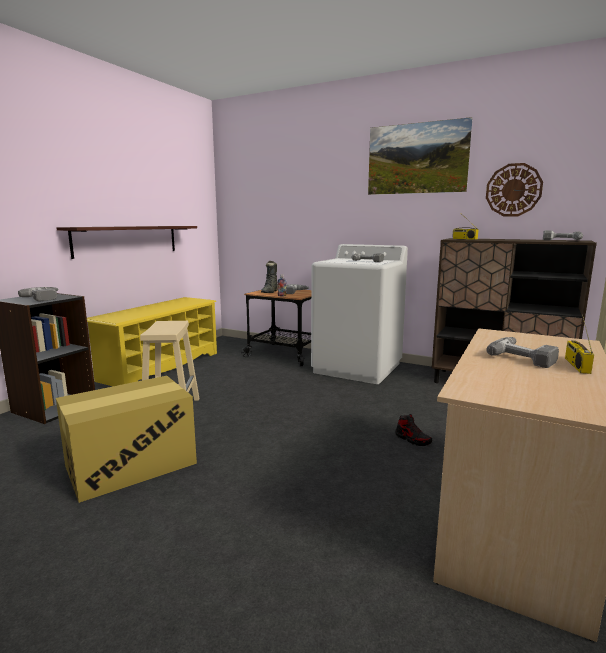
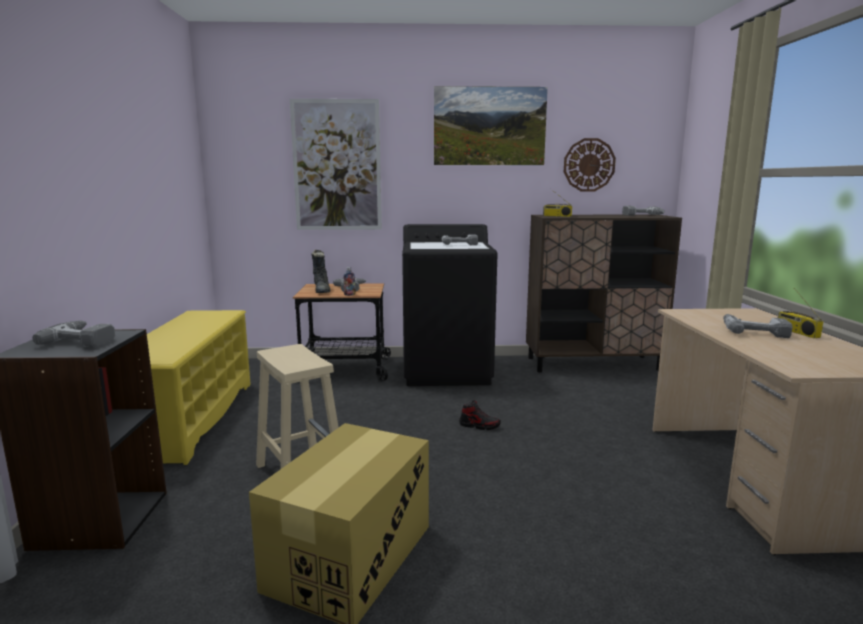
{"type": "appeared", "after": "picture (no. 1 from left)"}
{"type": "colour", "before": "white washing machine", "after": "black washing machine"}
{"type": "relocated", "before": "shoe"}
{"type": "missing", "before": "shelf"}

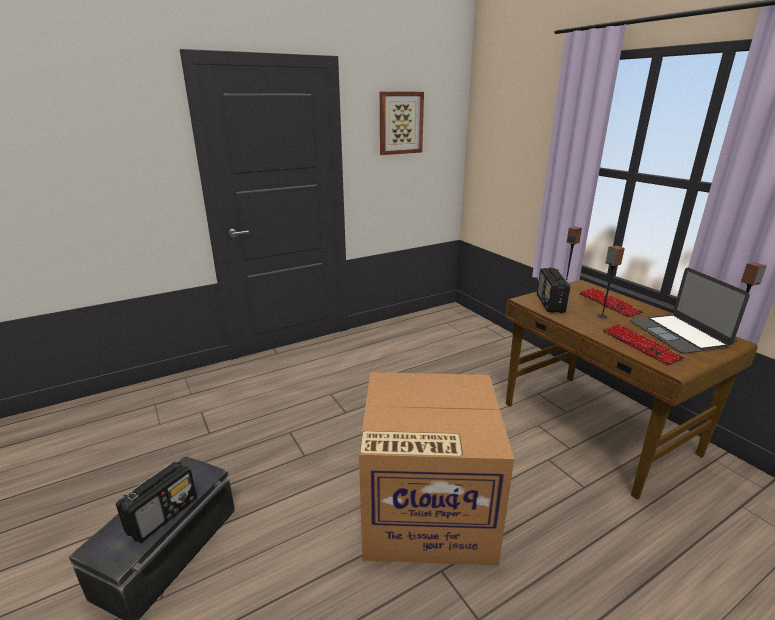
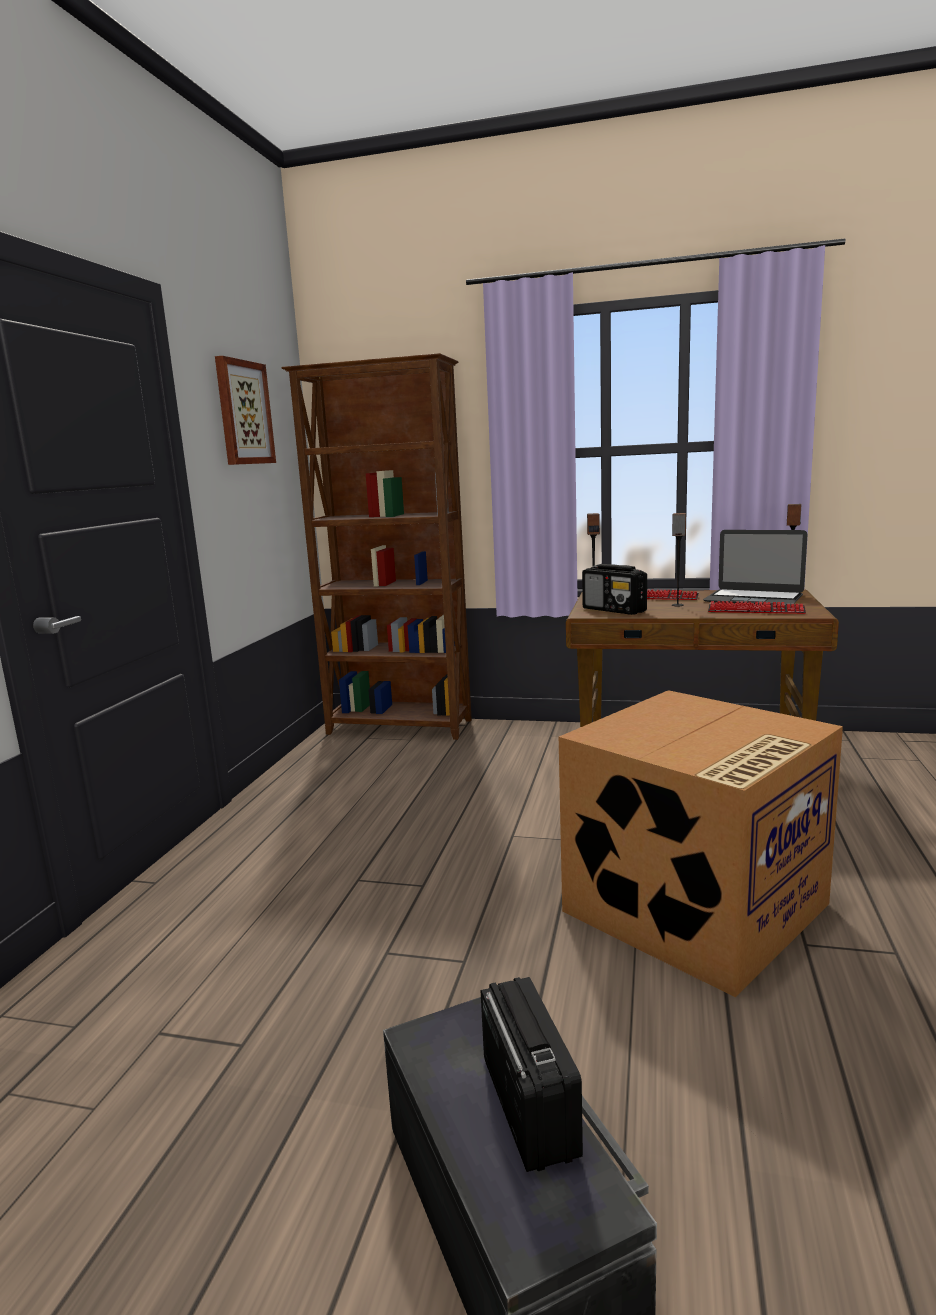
{"type": "appeared", "after": "brown bookcase"}

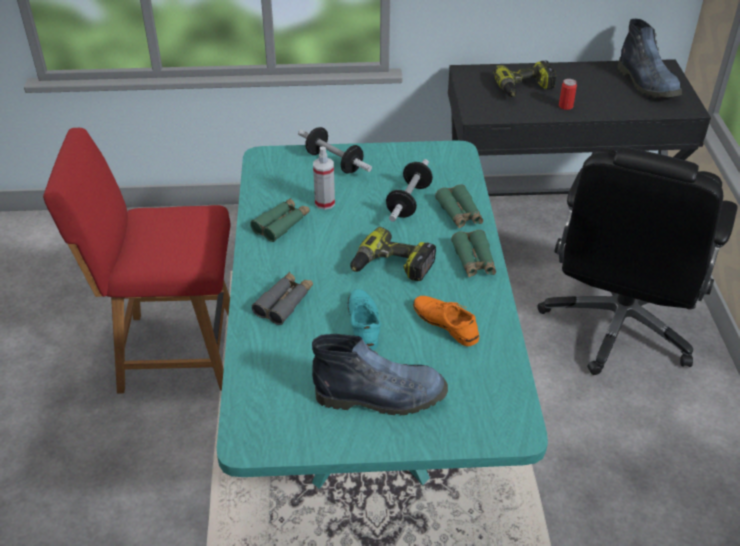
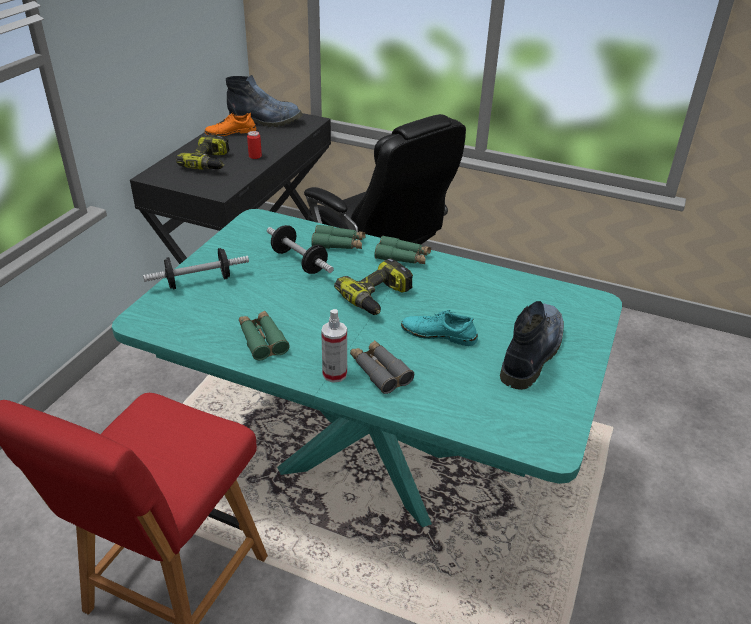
{"type": "relocated", "before": "orange shoe"}
{"type": "relocated", "before": "spray bottle"}

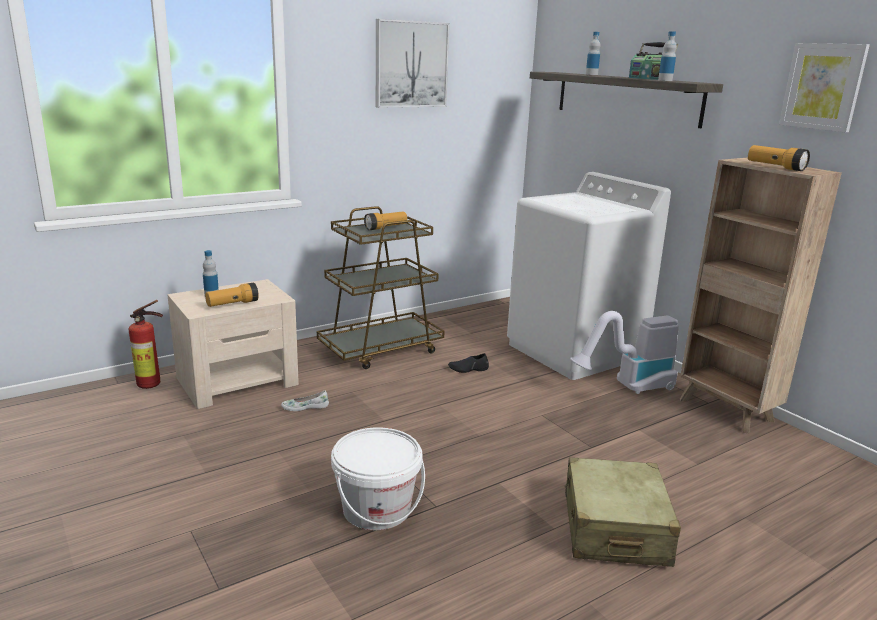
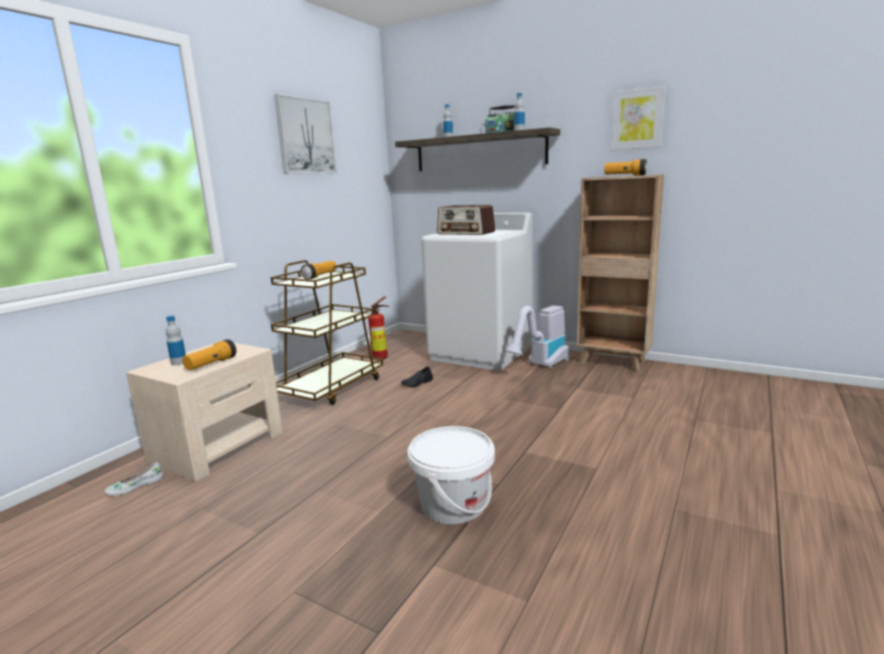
{"type": "relocated", "before": "white shoe"}
{"type": "relocated", "before": "fire extinguisher"}
{"type": "appeared", "after": "radio (no. 1 from left)"}
{"type": "missing", "before": "beige suitcase"}

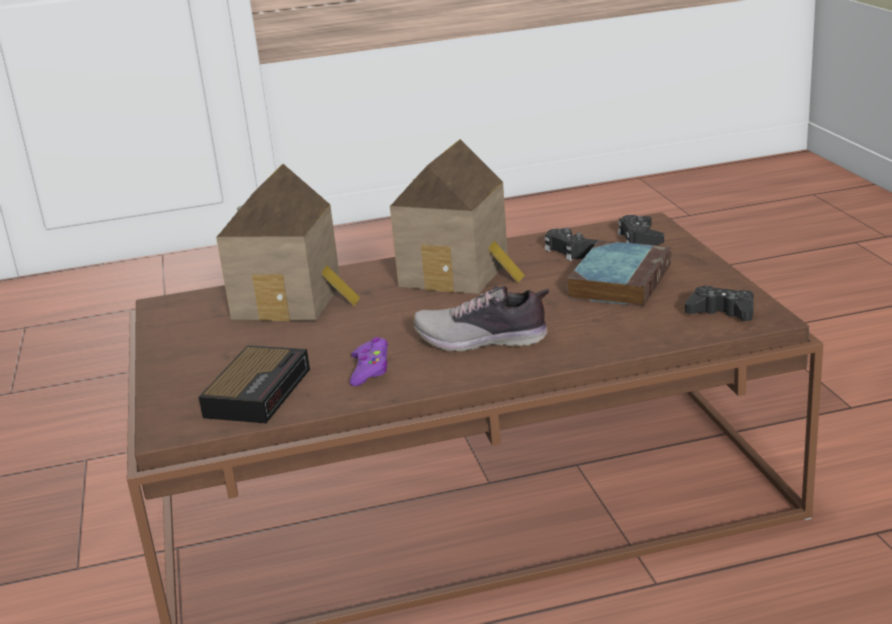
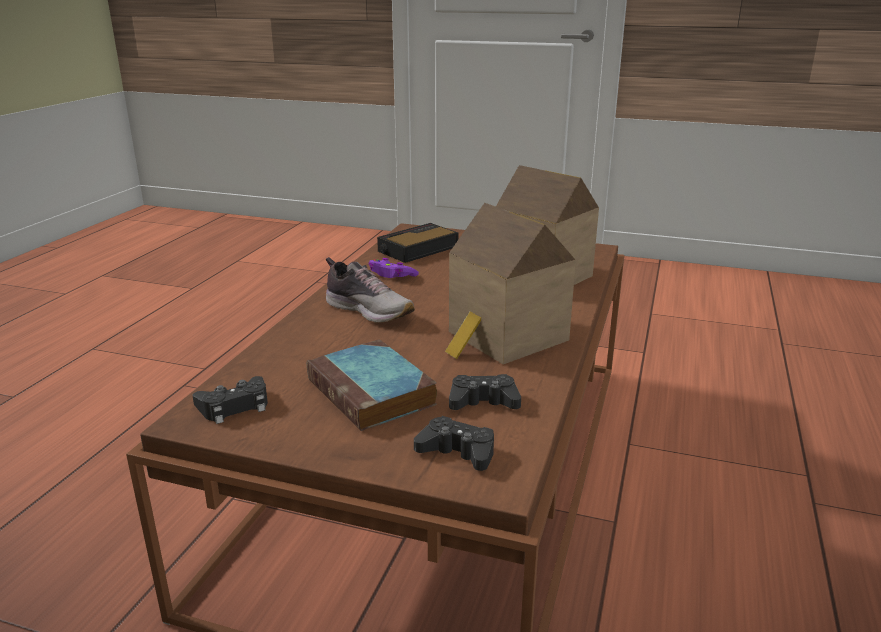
{"type": "spun", "before": "shoe", "turn": 90}
{"type": "spun", "before": "alarm clock", "turn": 90}

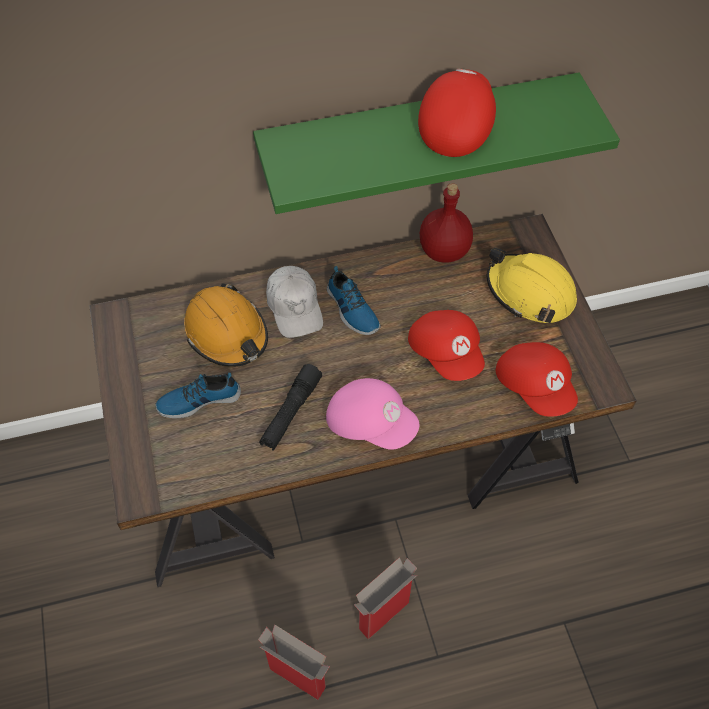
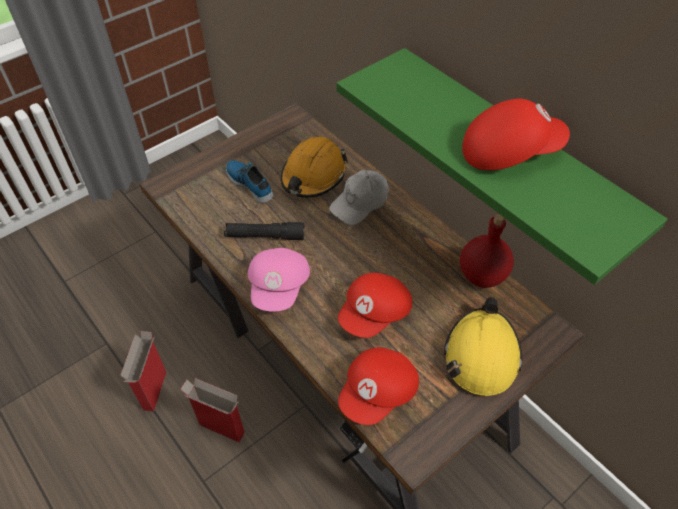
{"type": "missing", "before": "shoe (no. 2 from left)"}

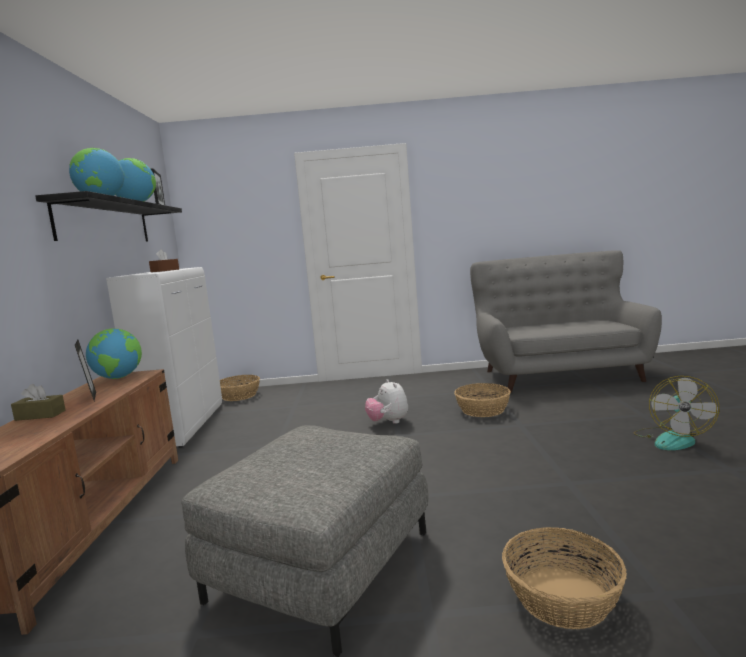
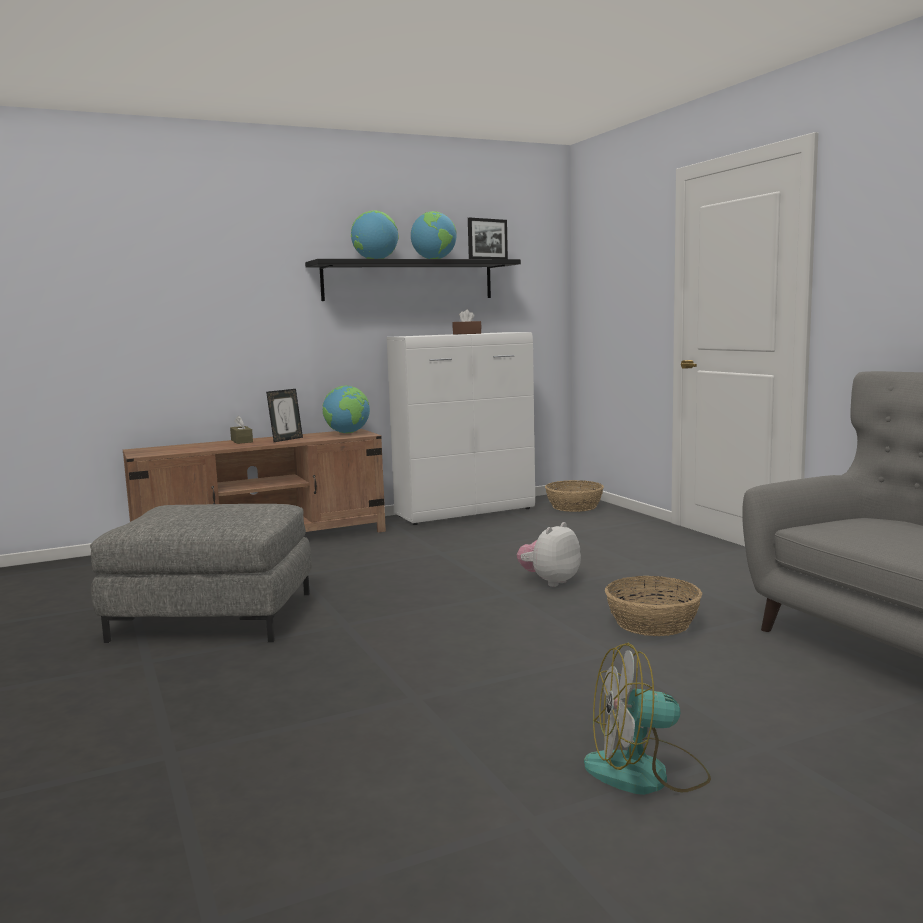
{"type": "missing", "before": "basket (no. 3 from left)"}

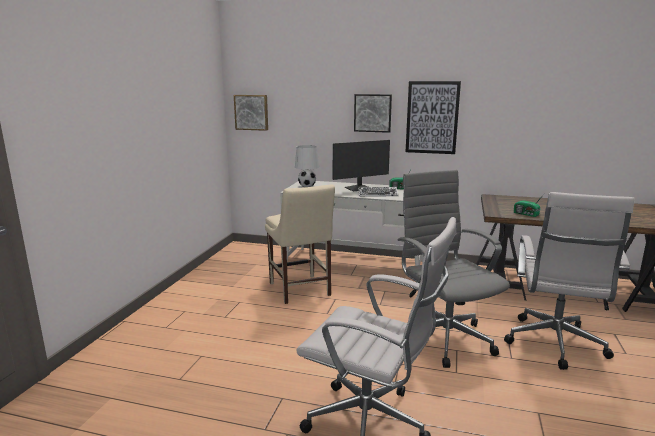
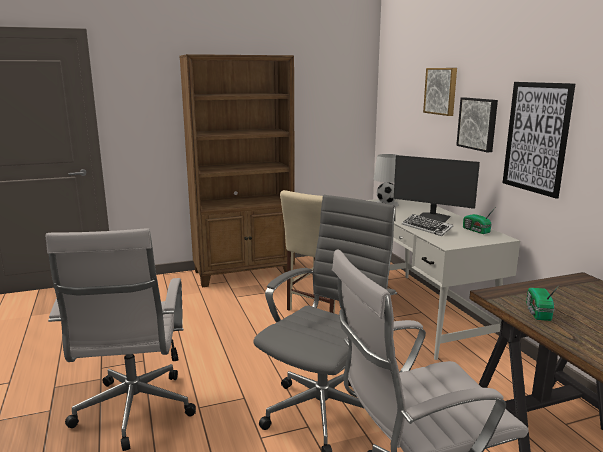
{"type": "appeared", "after": "brown bookcase"}
{"type": "relocated", "before": "picture (no. 1 from left)"}

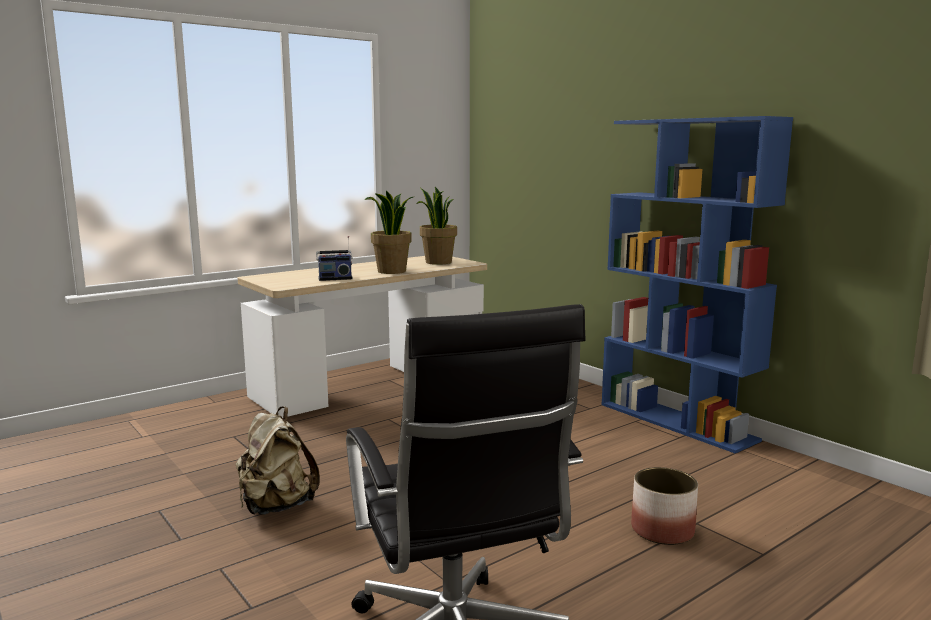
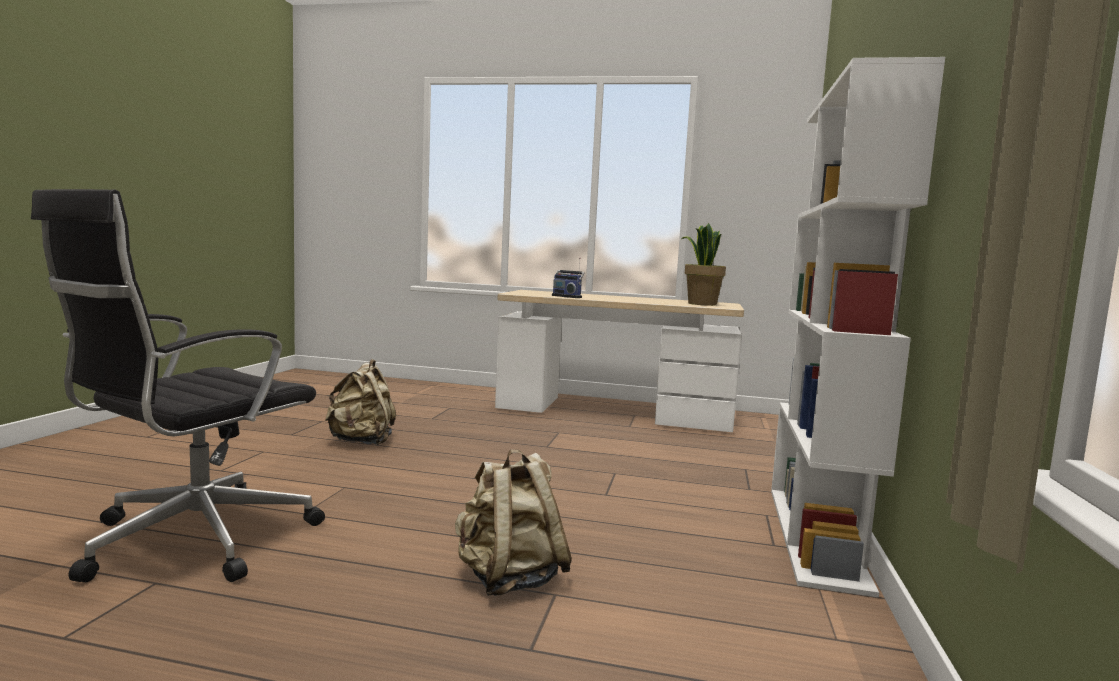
{"type": "exchanged", "before": "planter", "after": "beige backpack (no. 2 from left)"}
{"type": "colour", "before": "blue bookcase", "after": "white bookcase"}
{"type": "missing", "before": "potted plant (no. 1 from left)"}

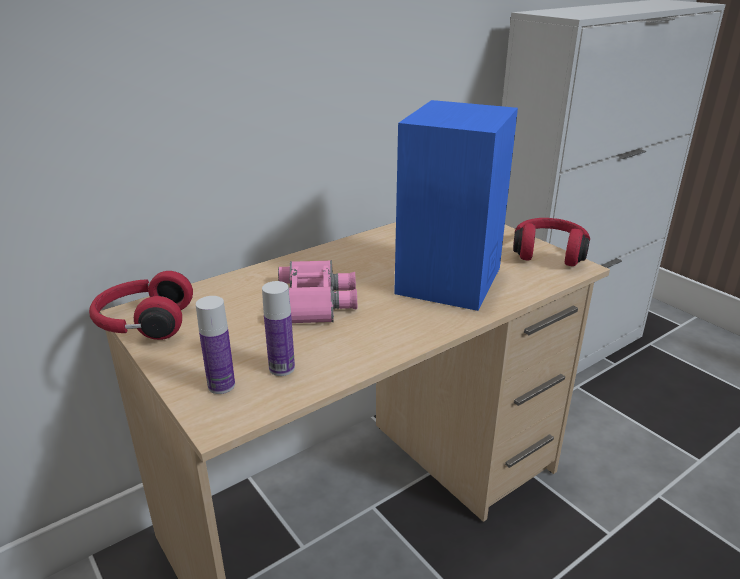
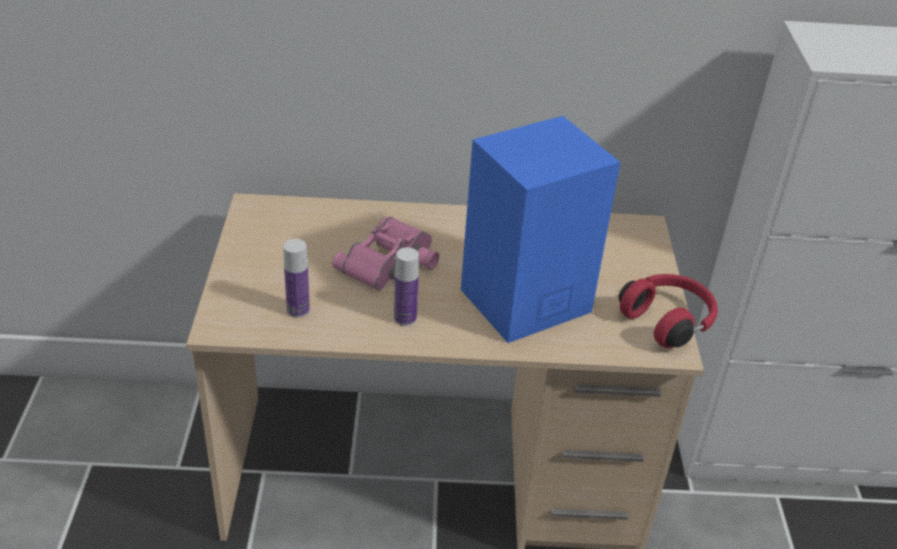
{"type": "relocated", "before": "bottle (no. 1 from left in the first image)", "after": "bottle (no. 2 from left)"}
{"type": "missing", "before": "red headphones (no. 1 from left)"}

